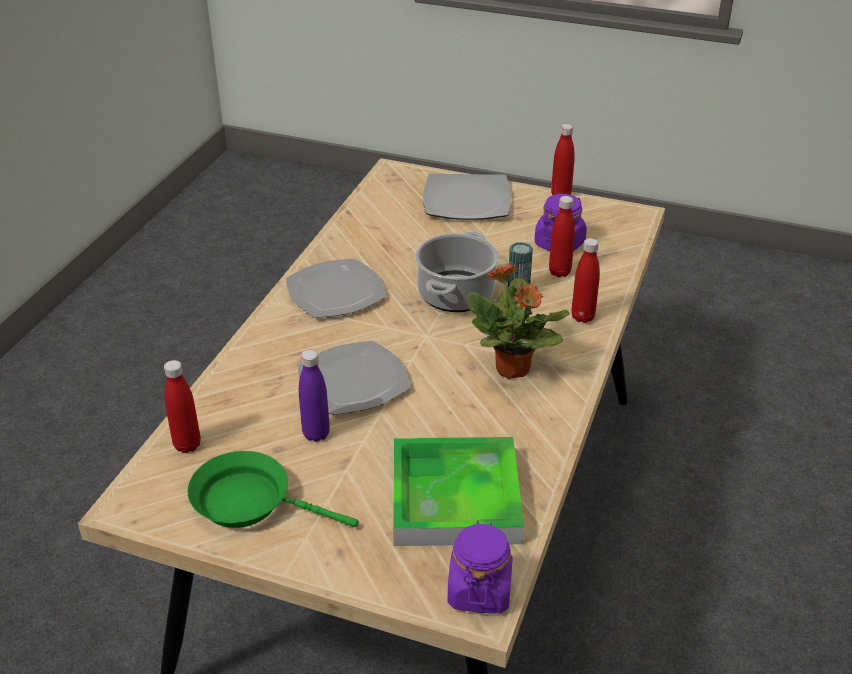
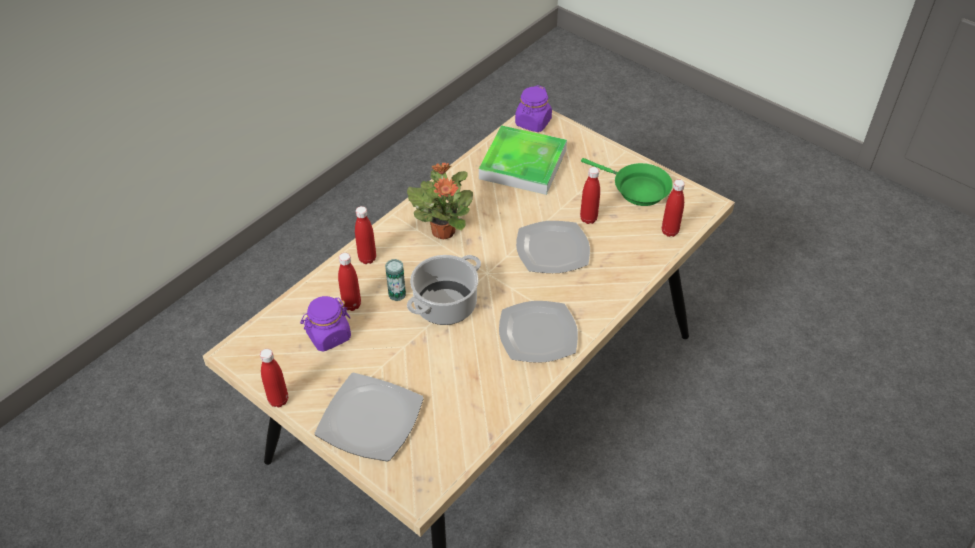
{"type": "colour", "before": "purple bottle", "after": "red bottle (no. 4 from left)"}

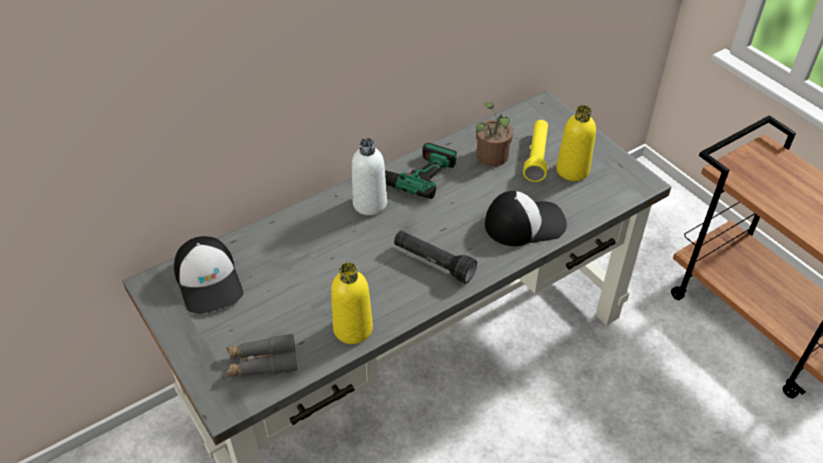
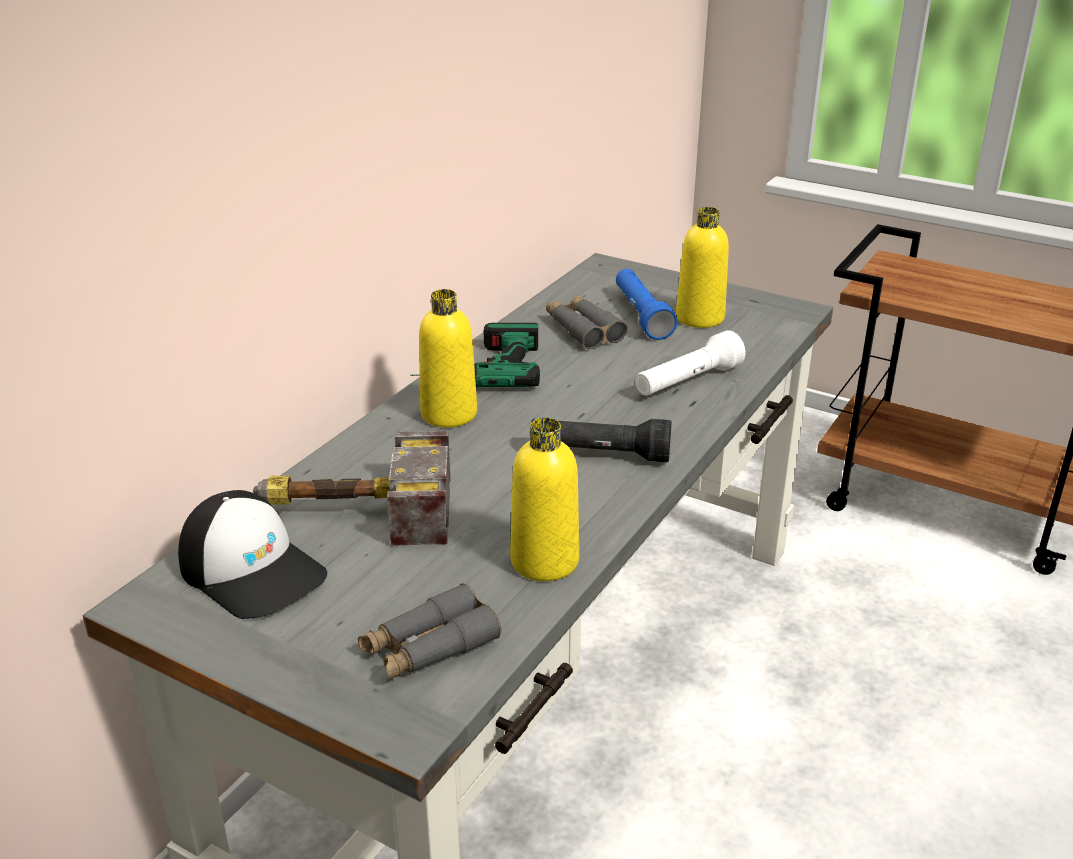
{"type": "appeared", "after": "hammer"}
{"type": "colour", "before": "white bottle", "after": "yellow bottle (no. 1 from left)"}
{"type": "exchanged", "before": "potted plant", "after": "grey binoculars (no. 2 from left)"}
{"type": "colour", "before": "yellow flashlight", "after": "blue flashlight"}
{"type": "exchanged", "before": "cap (no. 2 from left)", "after": "white flashlight"}

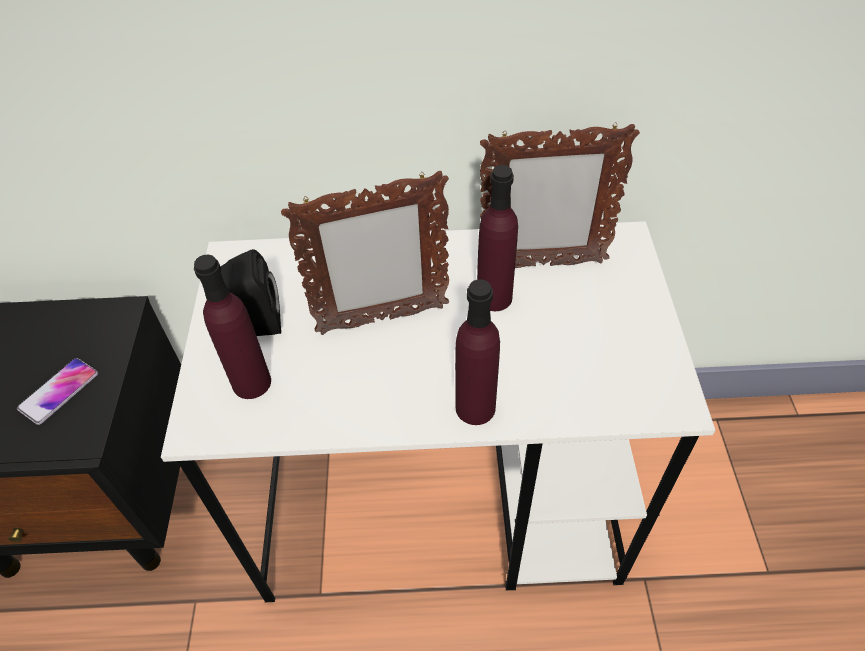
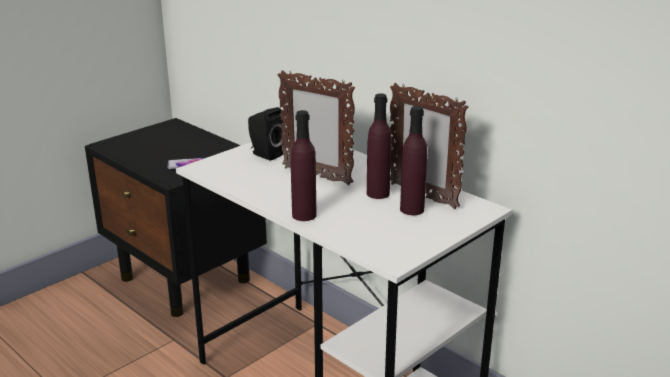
{"type": "relocated", "before": "purple bottle (no. 1 from left in the first image)", "after": "purple bottle (no. 3 from left)"}

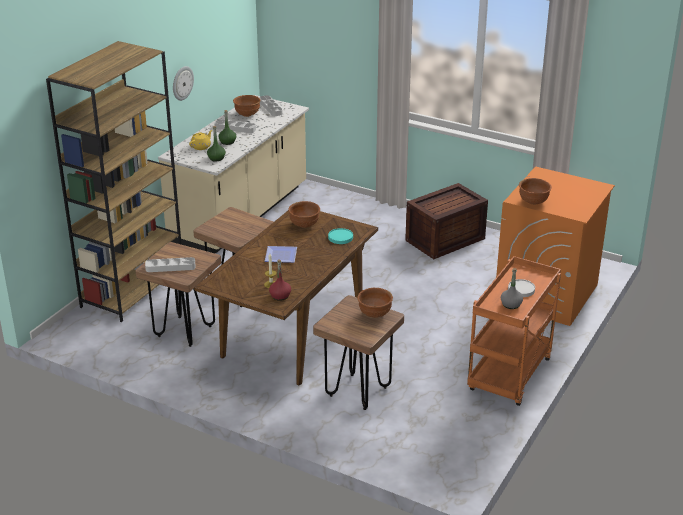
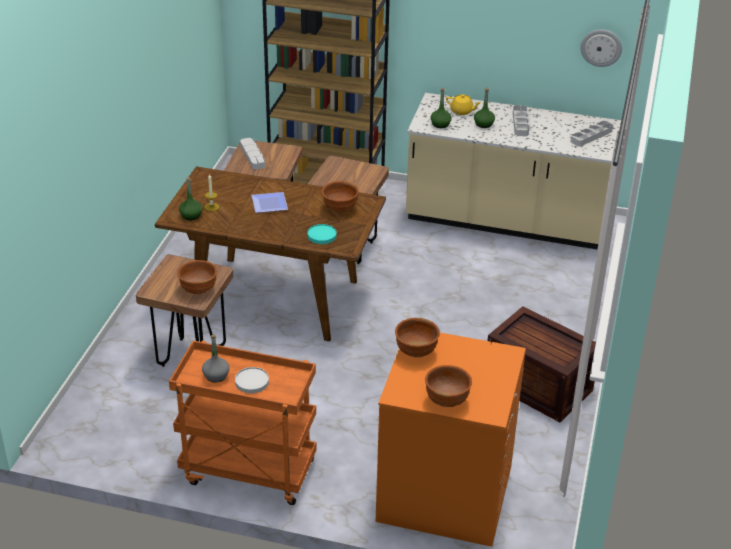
{"type": "colour", "before": "red bottle", "after": "green bottle (no. 1 from left)"}
{"type": "relocated", "before": "brown bowl (no. 1 from left in the first image)", "after": "brown bowl (no. 4 from left)"}
{"type": "relocated", "before": "wall clock"}

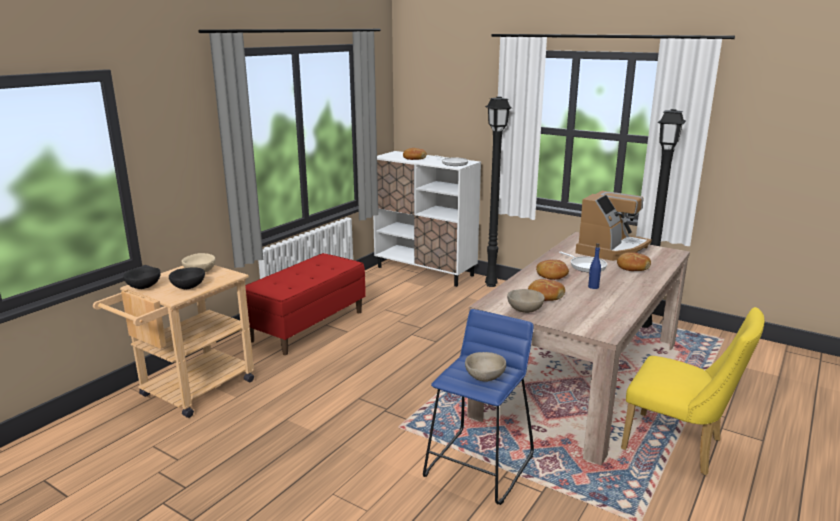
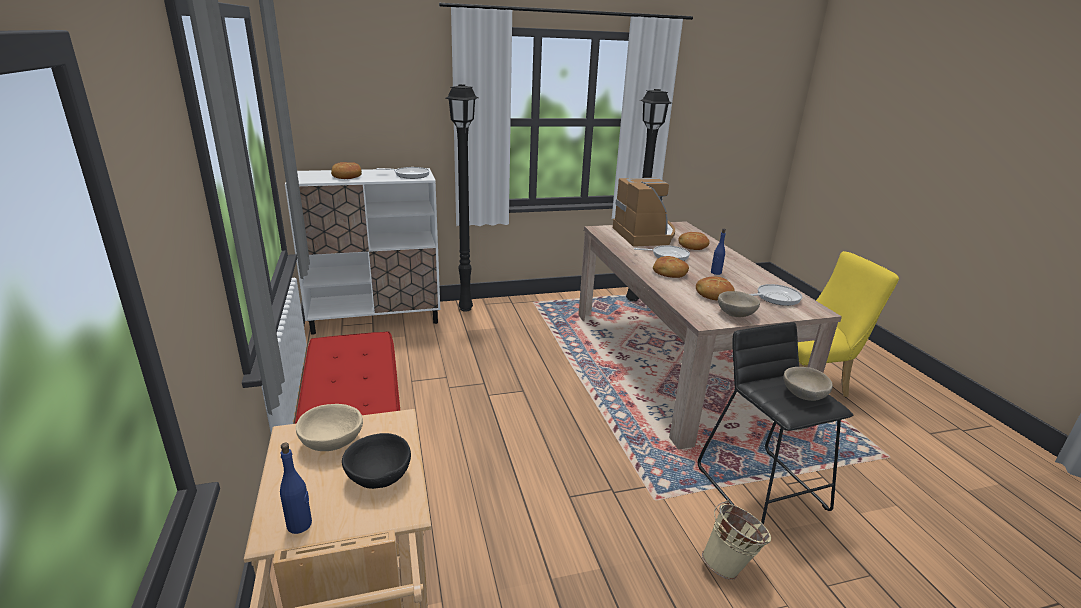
{"type": "exchanged", "before": "black bowl (no. 1 from left)", "after": "blue bottle (no. 1 from left)"}
{"type": "colour", "before": "blue stool", "after": "black stool"}
{"type": "appeared", "after": "beige bucket"}
{"type": "appeared", "after": "frying pan (no. 3 from left)"}

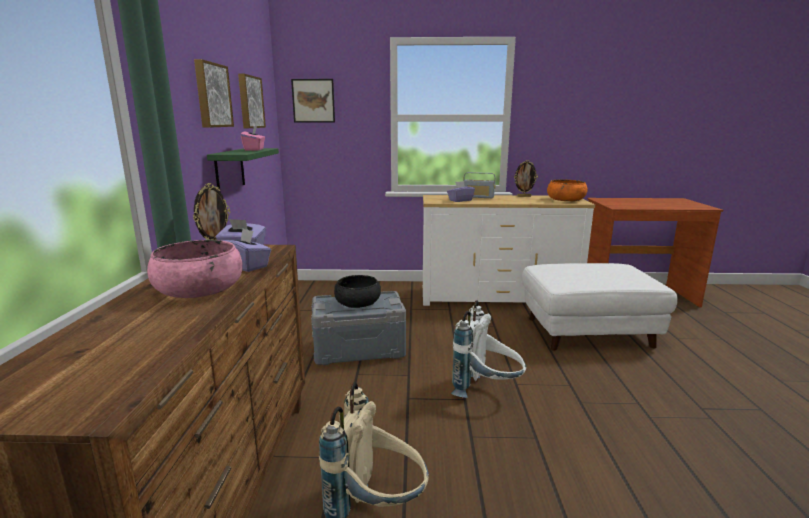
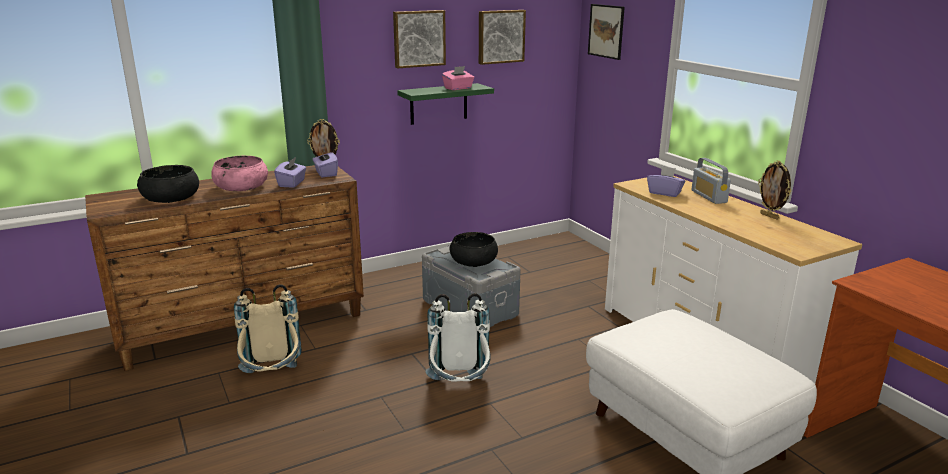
{"type": "appeared", "after": "black bowl (no. 1 from left)"}
{"type": "missing", "before": "orange bowl"}

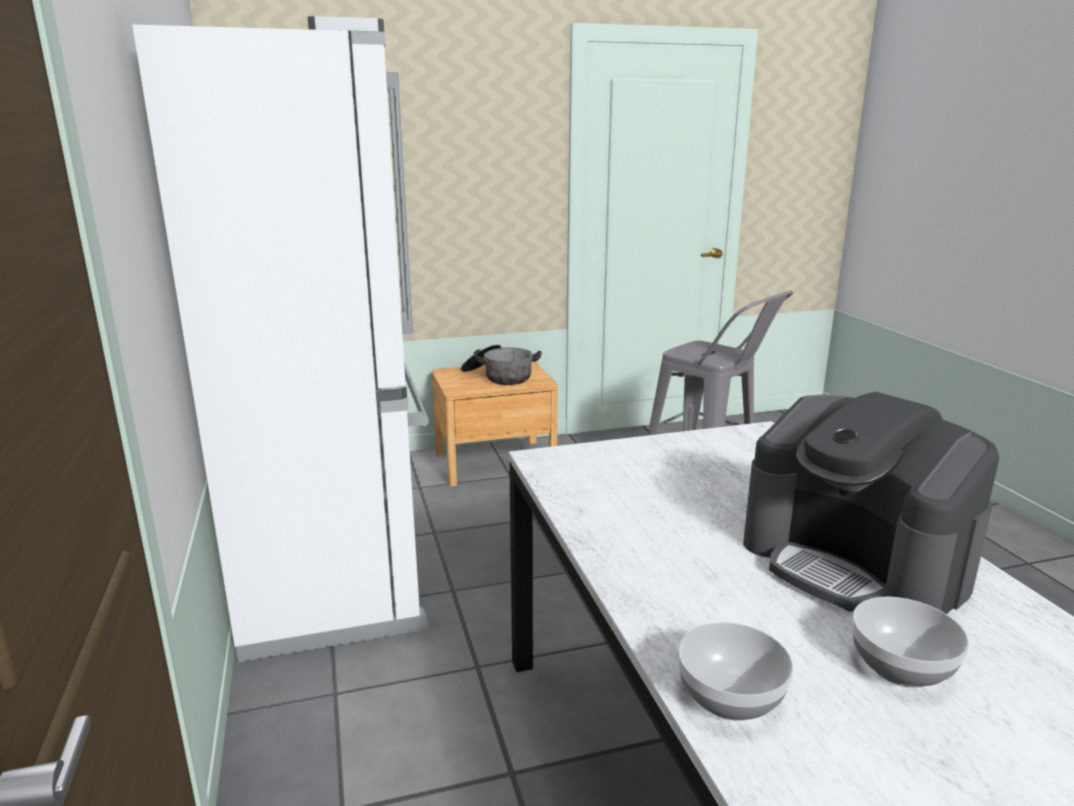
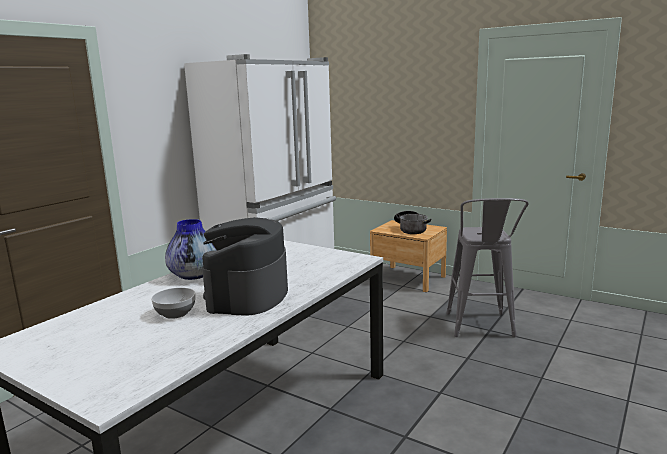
{"type": "appeared", "after": "vase"}
{"type": "missing", "before": "bowl (no. 1 from left)"}

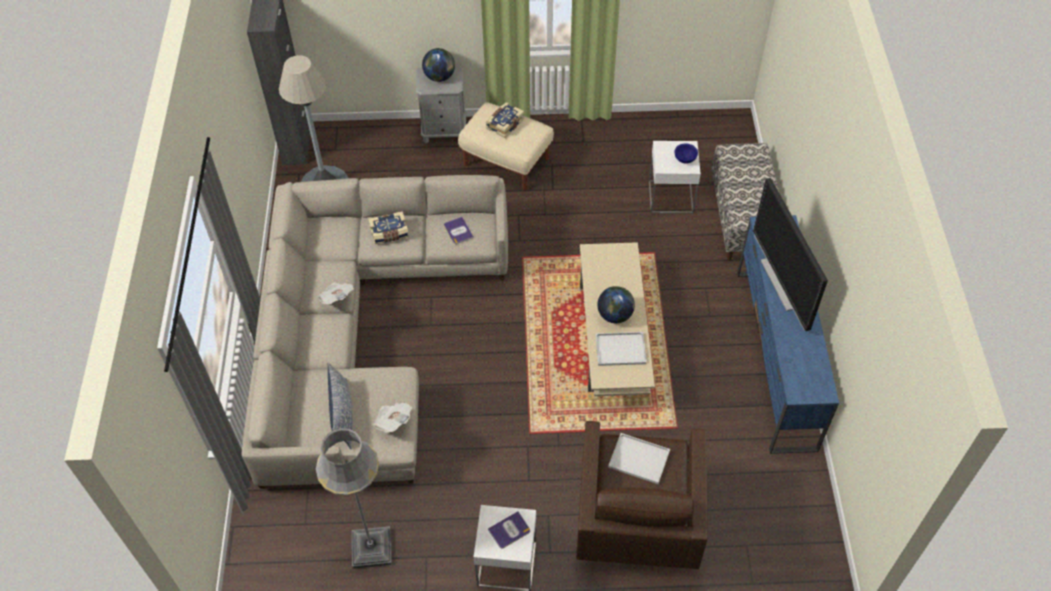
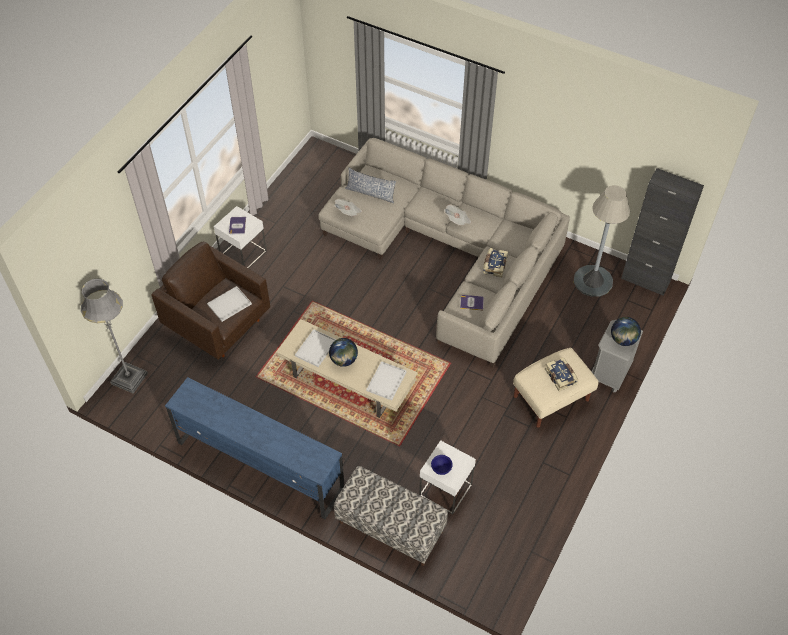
{"type": "relocated", "before": "grey floor lamp (no. 2 from left in the first image)", "after": "grey floor lamp (no. 1 from left)"}
{"type": "appeared", "after": "white tray (no. 3 from left)"}
{"type": "missing", "before": "television"}

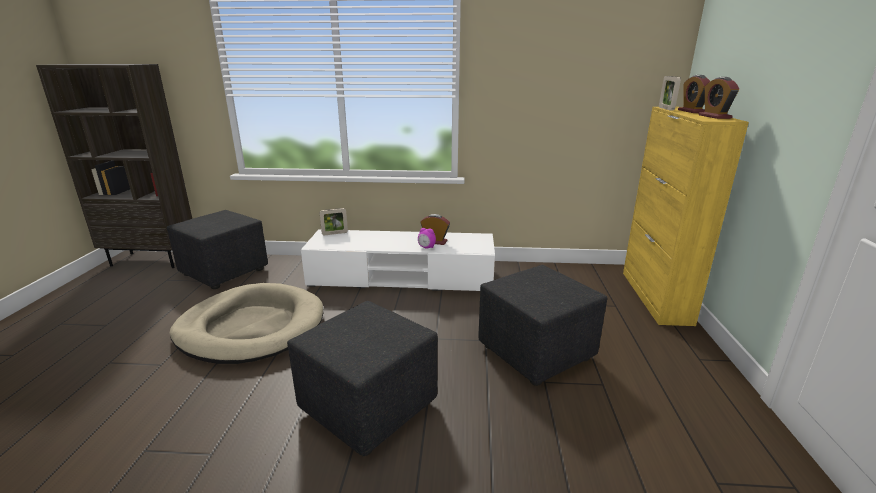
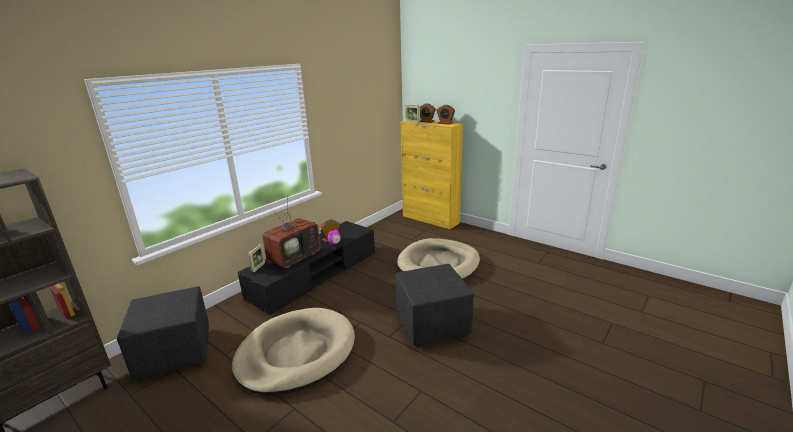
{"type": "colour", "before": "white tv stand", "after": "black tv stand"}
{"type": "appeared", "after": "television"}
{"type": "exchanged", "before": "black ottoman (no. 3 from left)", "after": "beige dog bed (no. 2 from left)"}

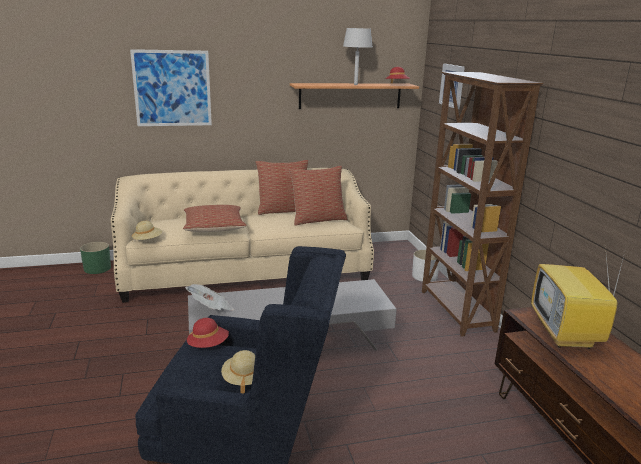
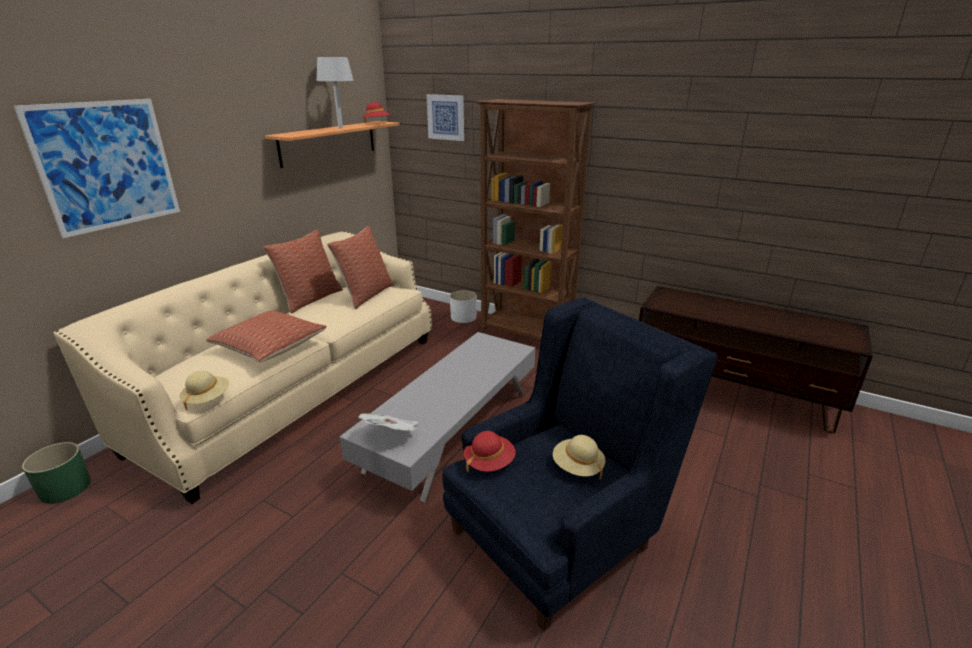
{"type": "missing", "before": "television"}

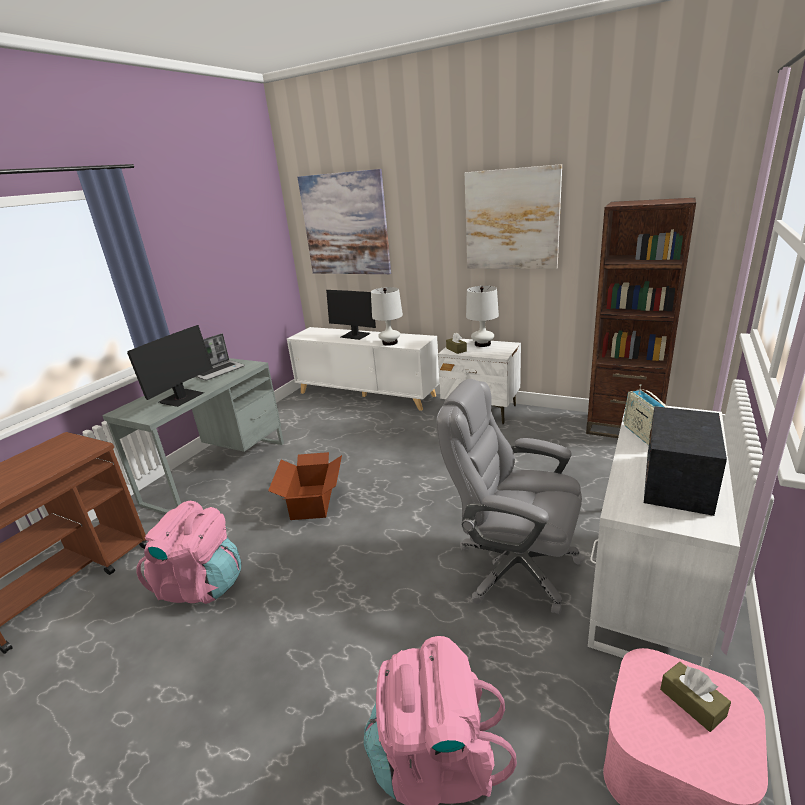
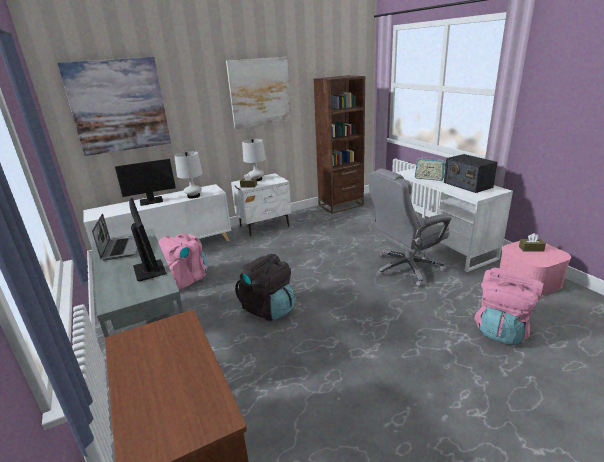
{"type": "relocated", "before": "pink backpack (no. 1 from left)"}
{"type": "exchanged", "before": "cardboard box", "after": "black backpack"}

